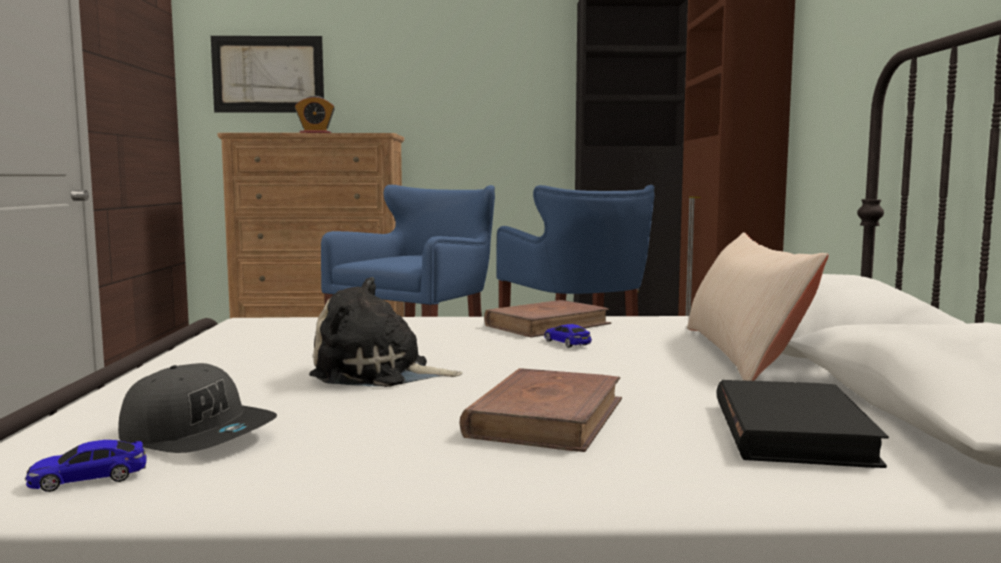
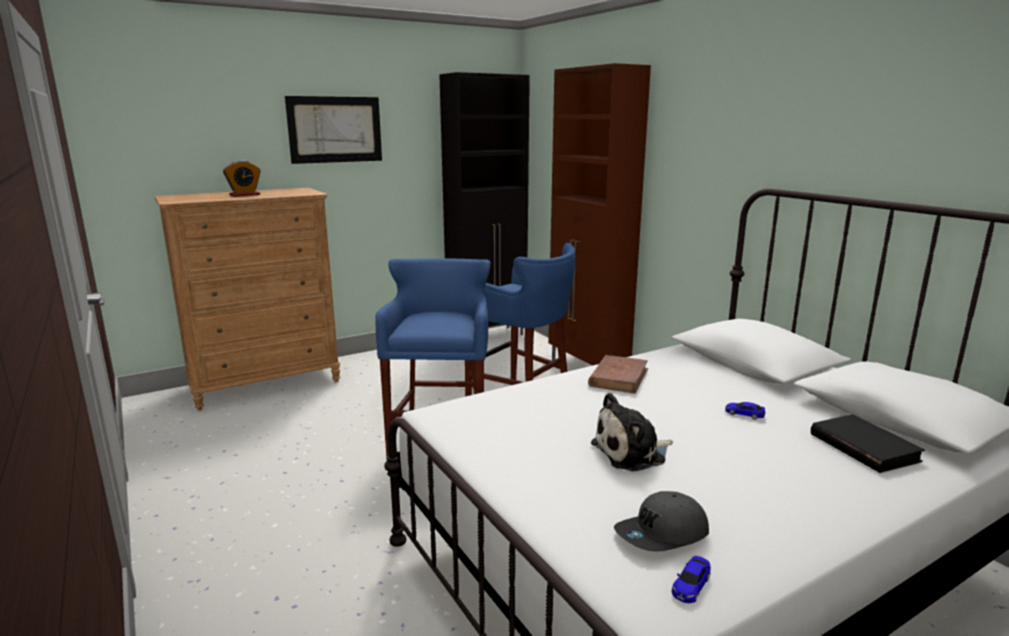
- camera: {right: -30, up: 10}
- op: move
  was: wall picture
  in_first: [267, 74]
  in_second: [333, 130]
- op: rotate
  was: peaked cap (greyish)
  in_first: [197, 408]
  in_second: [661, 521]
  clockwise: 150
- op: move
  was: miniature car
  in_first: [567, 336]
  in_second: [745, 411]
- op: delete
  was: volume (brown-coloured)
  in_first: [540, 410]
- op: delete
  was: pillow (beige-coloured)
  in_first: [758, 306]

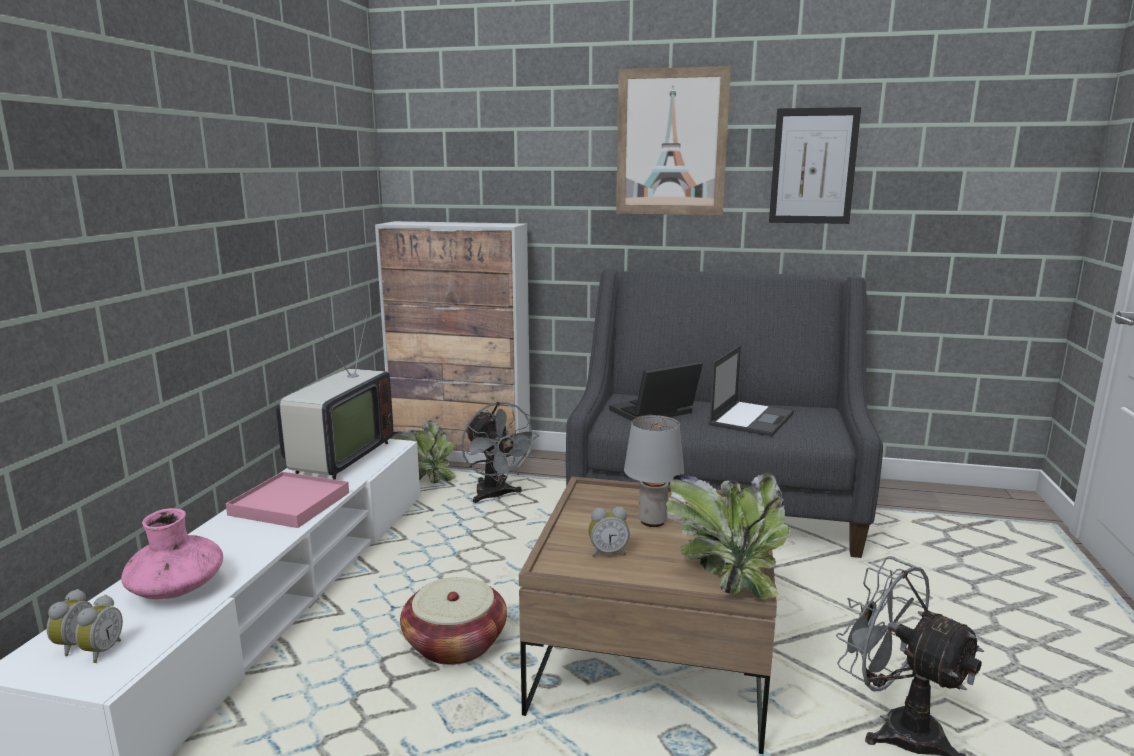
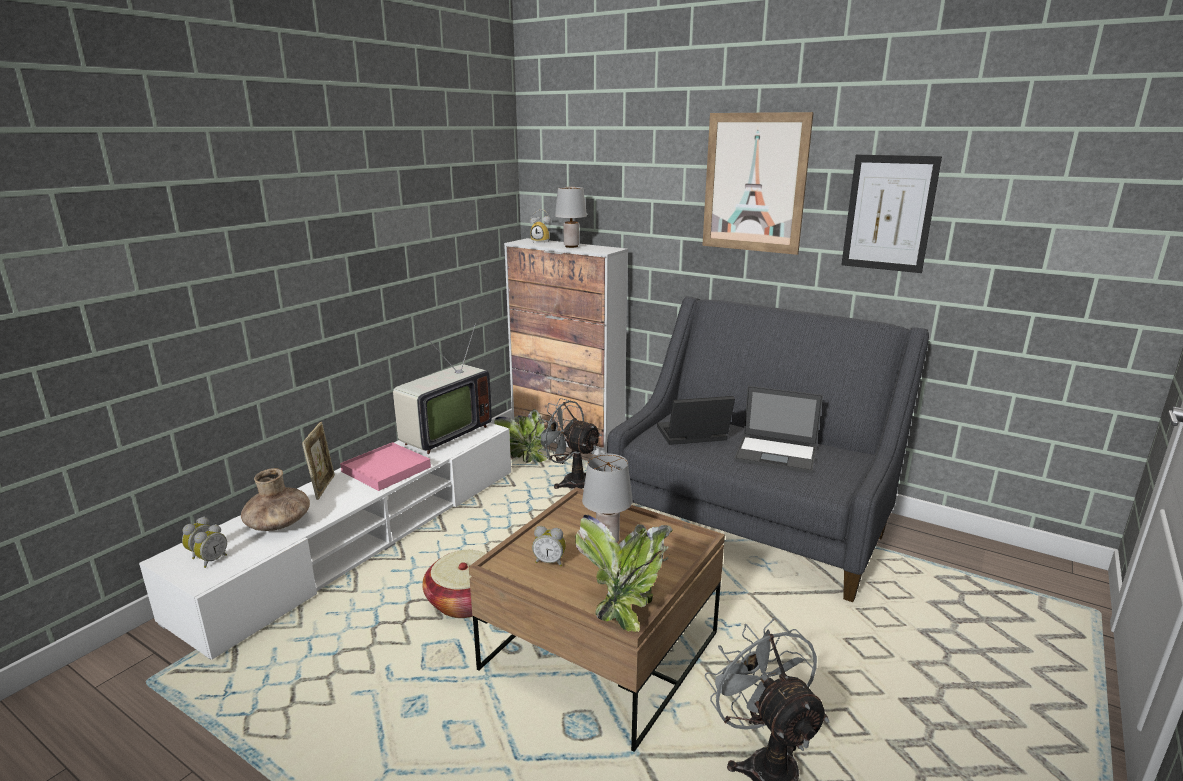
- camera: {right: 20, up: 5}
- op: recolor
  was: vase (pink-coloured)
  now: vase (brown-coloured)
  in_first: [172, 553]
  in_second: [275, 499]
- op: insert
  now: photo frame
  in_second: [318, 461]
- op: insert
  now: table clock
  in_second: [540, 225]
- op: rotate
  was: cooling fan (greyish)
  in_first: [500, 452]
  in_second: [568, 443]
  clockwise: 135
- op: insert
  now: table lamp (greyish)
  in_second: [571, 217]
- op: rotate
  was: notebook computer
  in_first: [751, 391]
  in_second: [778, 429]
  clockwise: 60

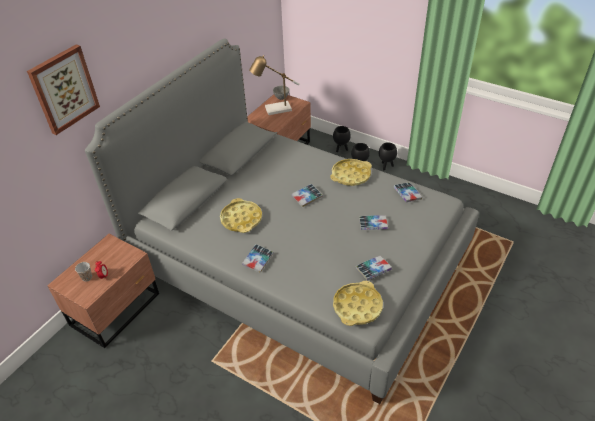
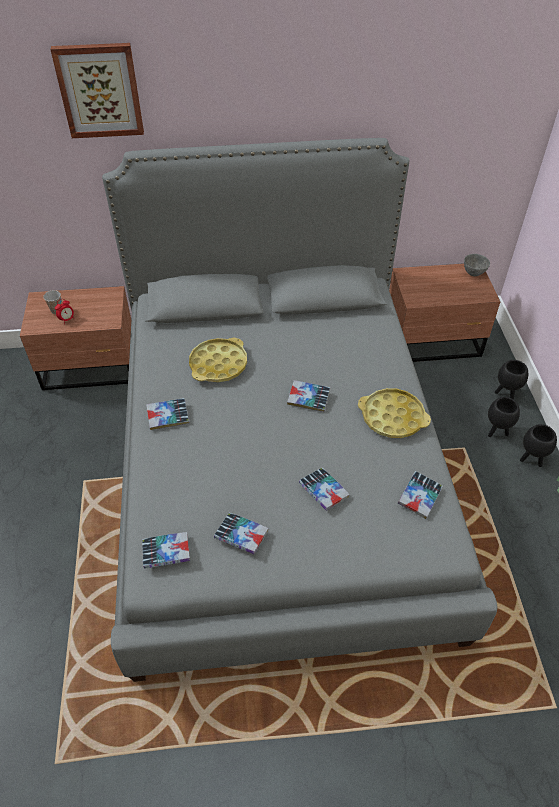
- camera: {right: 50, up: 5}
- op: replace
  was: serving tray (yellowish)
  now: volume
  in_first: [358, 303]
  in_second: [166, 550]
- op: delete
  was: table lamp
  in_first: [274, 85]

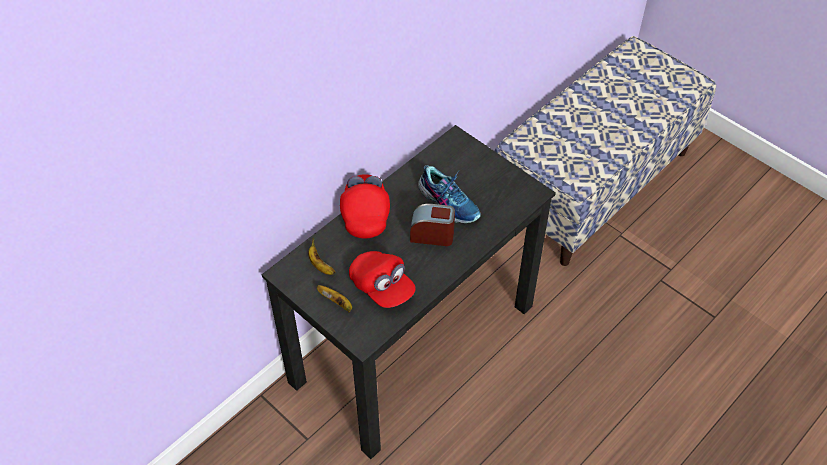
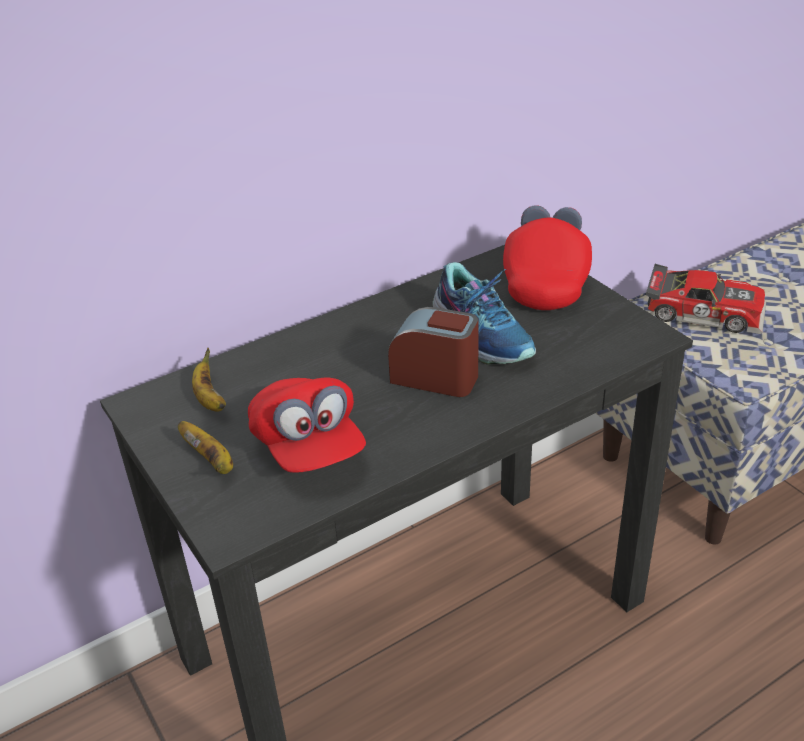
- camera: {right: 15, up: -15}
- op: move
  was: peaked cap (red-coloured)
  in_first: [365, 206]
  in_second: [547, 257]
- op: insert
  now: miniature car
  in_second: [706, 299]

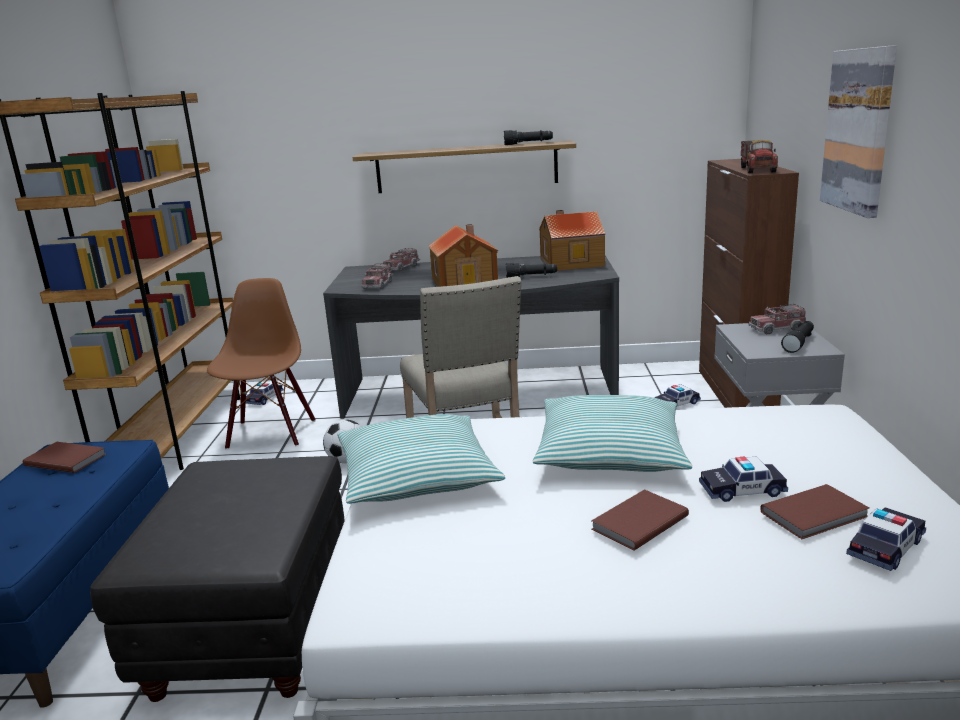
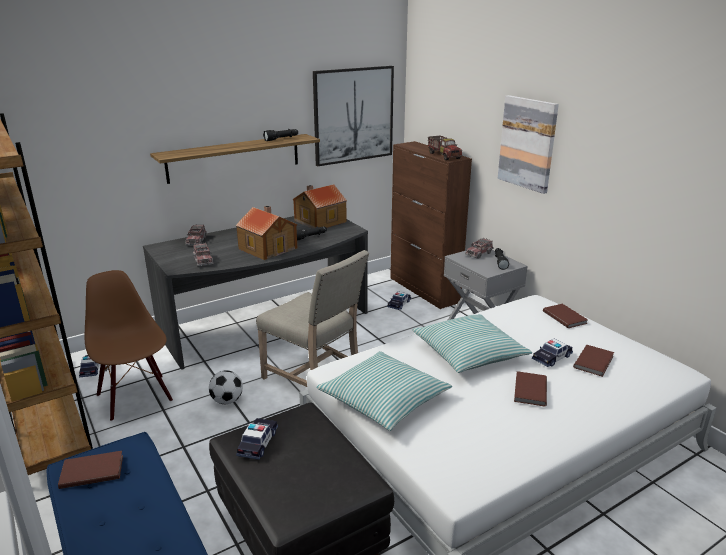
- camera: {right: -35, up: 5}
- op: move
  was: miniature car
  in_first: [886, 539]
  in_second: [257, 439]
- op: insert
  now: wall picture
  in_second: [353, 116]
- op: insert
  now: volume (brown-coloured)
  in_second: [565, 316]

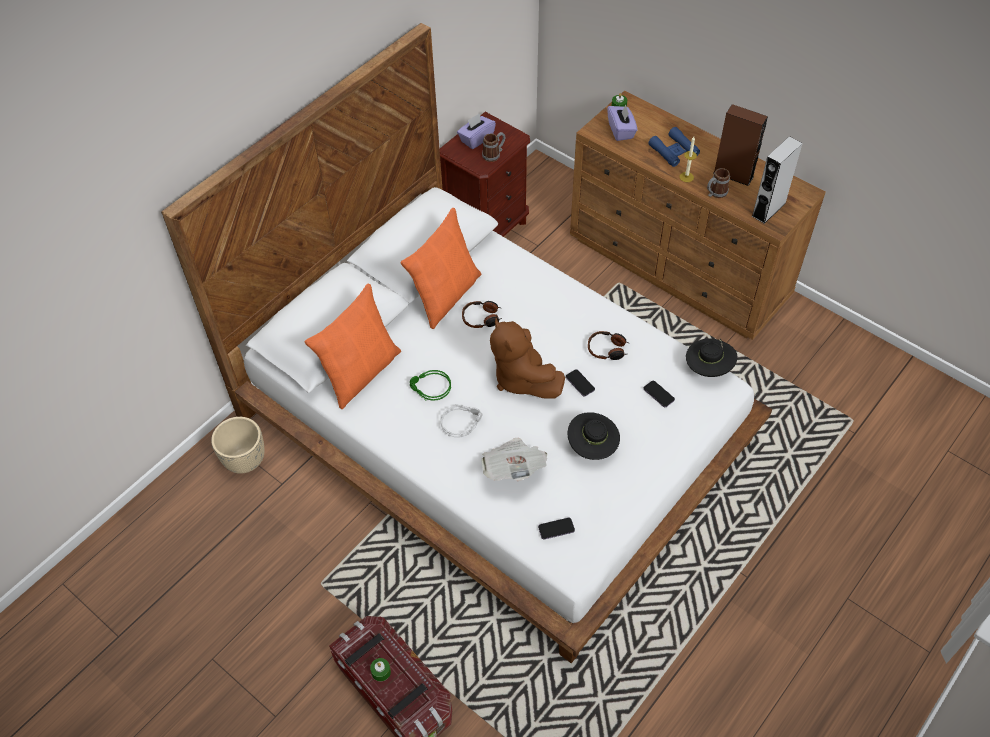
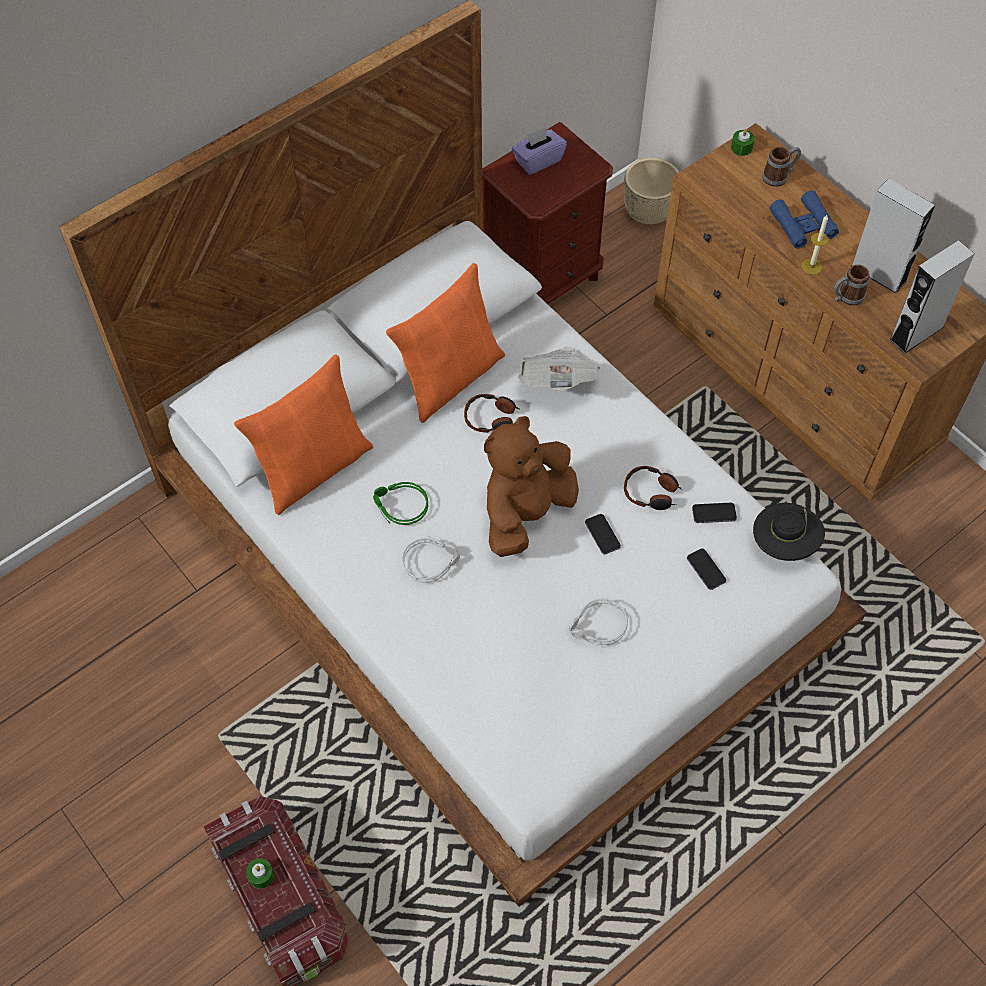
- camera: {right: 10, up: 5}
- op: rotate
  was: plush toy (brown-coloured)
  in_first: [527, 358]
  in_second: [531, 486]
  clockwise: 60
- op: move
  was: daily paper
  in_first: [514, 459]
  in_second: [559, 369]
- op: replace
  was: wearable hat (black-coloured)
  now: headset (greyish)
  in_first: [593, 436]
  in_second: [598, 623]
- op: move
  was: planter (beige-coloured)
  in_first: [237, 445]
  in_second: [651, 191]
- op: move
  was: handset
  in_first: [556, 528]
  in_second: [714, 513]
- op: move
  was: mug
  in_first: [493, 147]
  in_second: [781, 166]
- op: recolor
  was: loudspeaker (brown-coloured)
  now: loudspeaker (greyish)
  in_first: [740, 145]
  in_second: [893, 236]
- op: delete
  was: box of tissues (purplish)
  in_first: [622, 122]

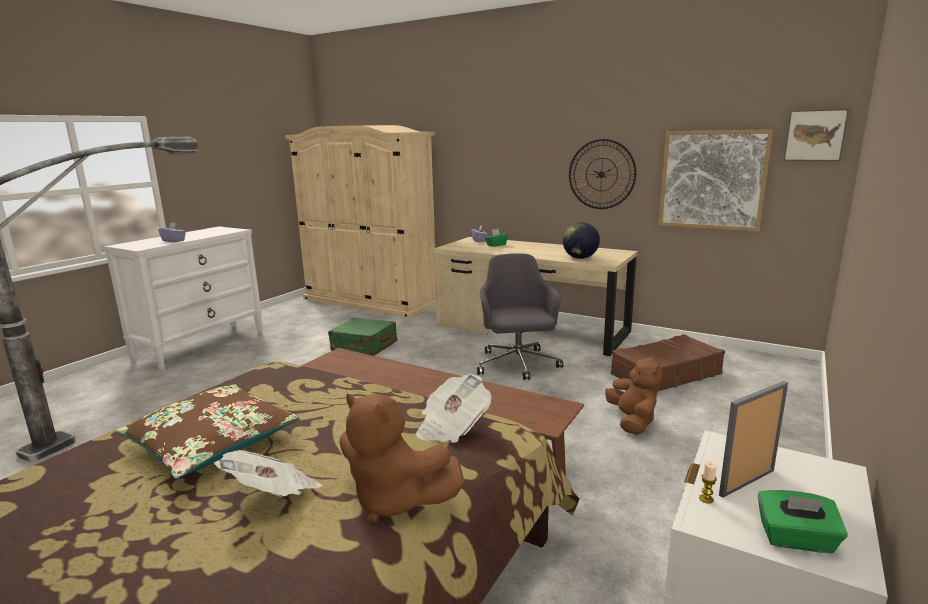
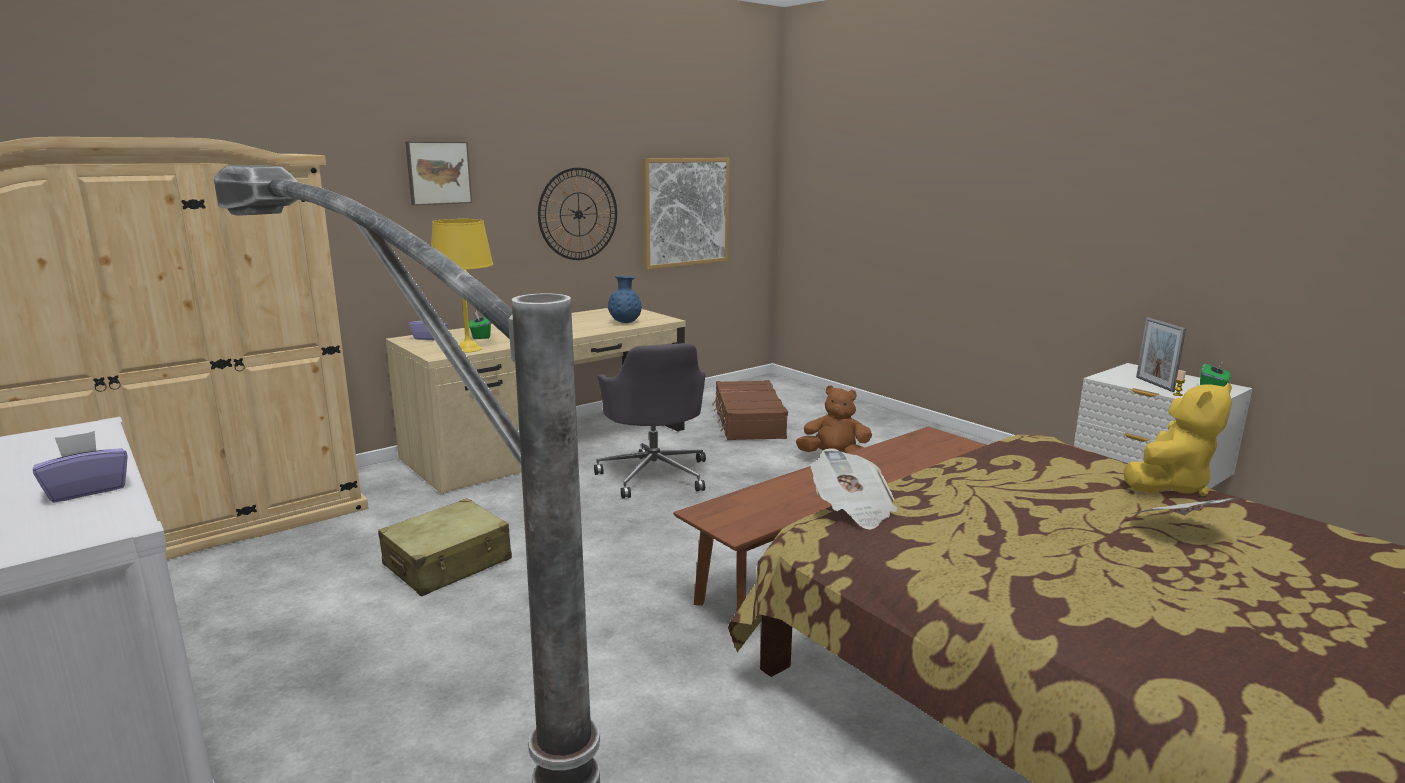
- camera: {right: -70, up: 0}
- op: recolor
  was: piece of luggage (green)
  now: piece of luggage (beige-coloured)
  in_first: [362, 337]
  in_second: [445, 547]
- op: move
  was: wall picture
  in_first: [816, 135]
  in_second: [438, 173]
- op: insert
  now: table lamp (yellowish)
  in_second: [462, 286]
- op: rotate
  was: desk chair (greyish)
  in_first: [520, 316]
  in_second: [650, 420]
  clockwise: -120
- op: replace
  was: world globe
  now: vase (bluish)
  in_first: [581, 240]
  in_second: [625, 299]
- op: move
  was: daily paper
  in_first: [453, 408]
  in_second: [854, 489]
- op: recolor
  was: plush toy (brown-coloured)
  now: plush toy (yellowish)
  in_first: [402, 458]
  in_second: [1178, 440]
- op: delete
  was: pillow (brown-coloured)
  in_first: [208, 431]

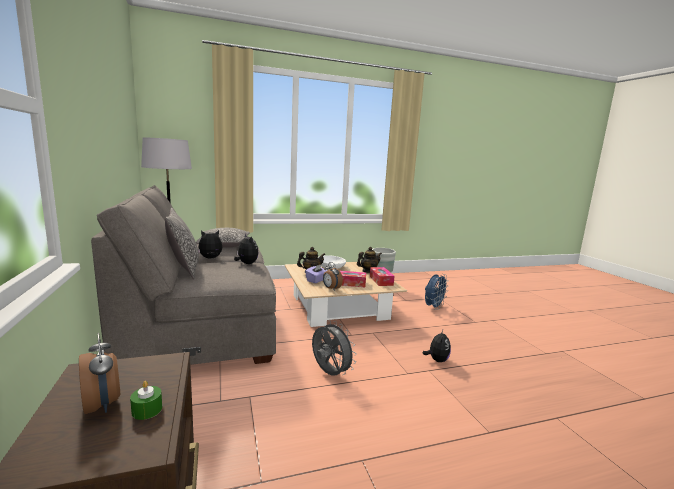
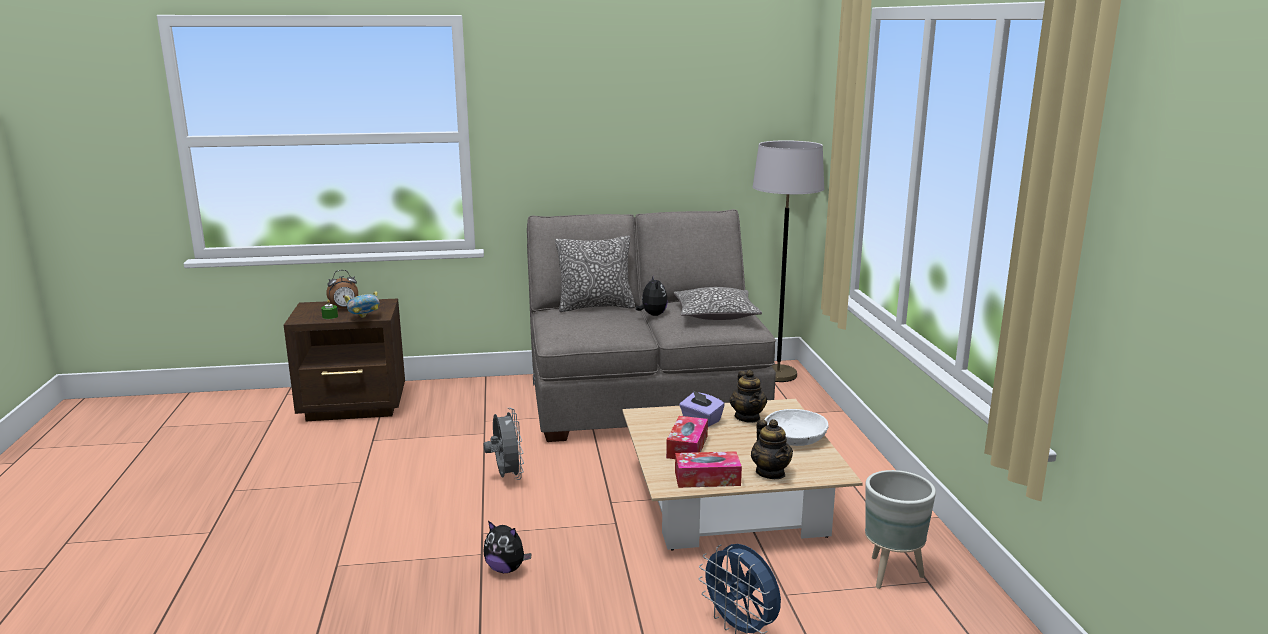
- camera: {right: 100, up: 5}
- op: insert
  now: bowl
  in_second: [362, 304]
- op: rotate
  was: cooling fan (greyish)
  in_first: [334, 348]
  in_second: [504, 444]
  clockwise: -75
- op: delete
  was: plush toy
  in_first: [246, 248]
- op: delete
  was: table clock
  in_first: [333, 276]

